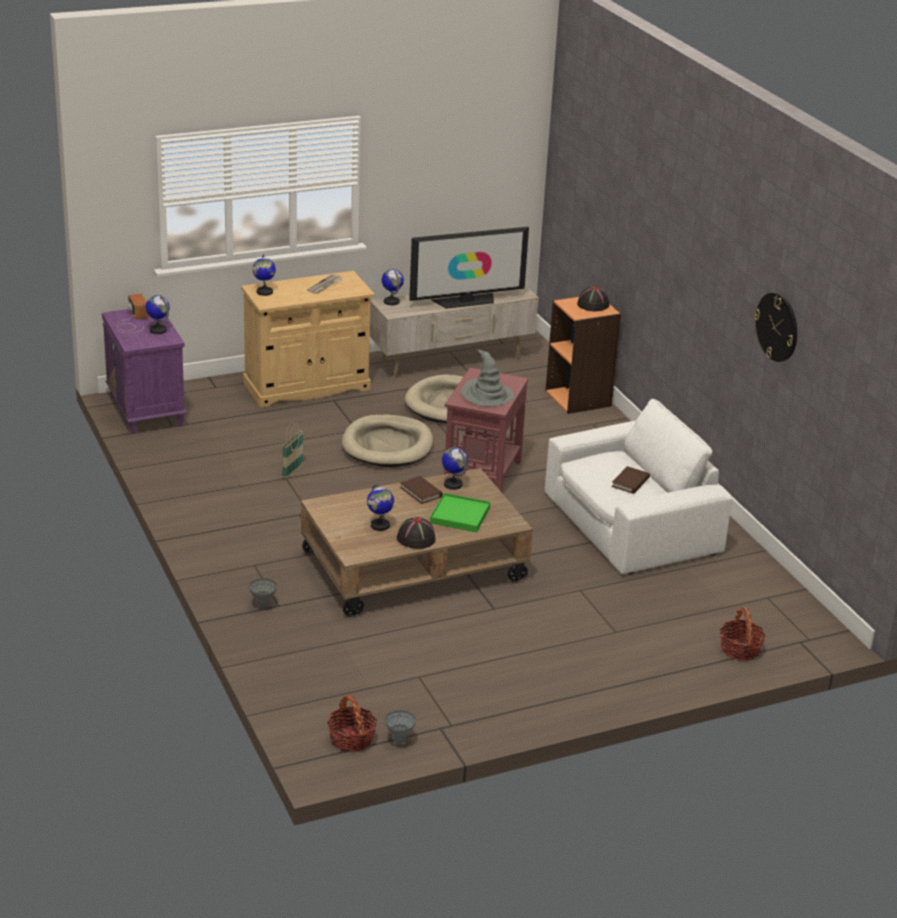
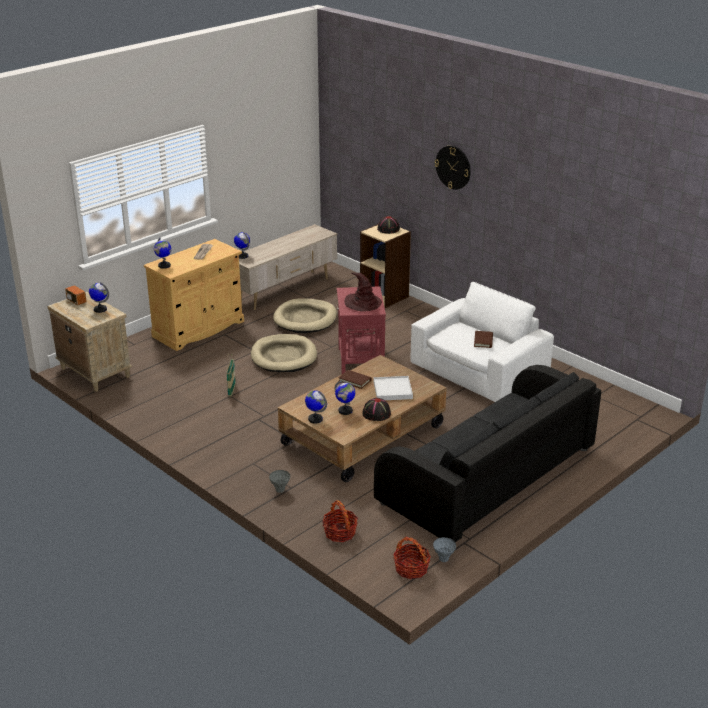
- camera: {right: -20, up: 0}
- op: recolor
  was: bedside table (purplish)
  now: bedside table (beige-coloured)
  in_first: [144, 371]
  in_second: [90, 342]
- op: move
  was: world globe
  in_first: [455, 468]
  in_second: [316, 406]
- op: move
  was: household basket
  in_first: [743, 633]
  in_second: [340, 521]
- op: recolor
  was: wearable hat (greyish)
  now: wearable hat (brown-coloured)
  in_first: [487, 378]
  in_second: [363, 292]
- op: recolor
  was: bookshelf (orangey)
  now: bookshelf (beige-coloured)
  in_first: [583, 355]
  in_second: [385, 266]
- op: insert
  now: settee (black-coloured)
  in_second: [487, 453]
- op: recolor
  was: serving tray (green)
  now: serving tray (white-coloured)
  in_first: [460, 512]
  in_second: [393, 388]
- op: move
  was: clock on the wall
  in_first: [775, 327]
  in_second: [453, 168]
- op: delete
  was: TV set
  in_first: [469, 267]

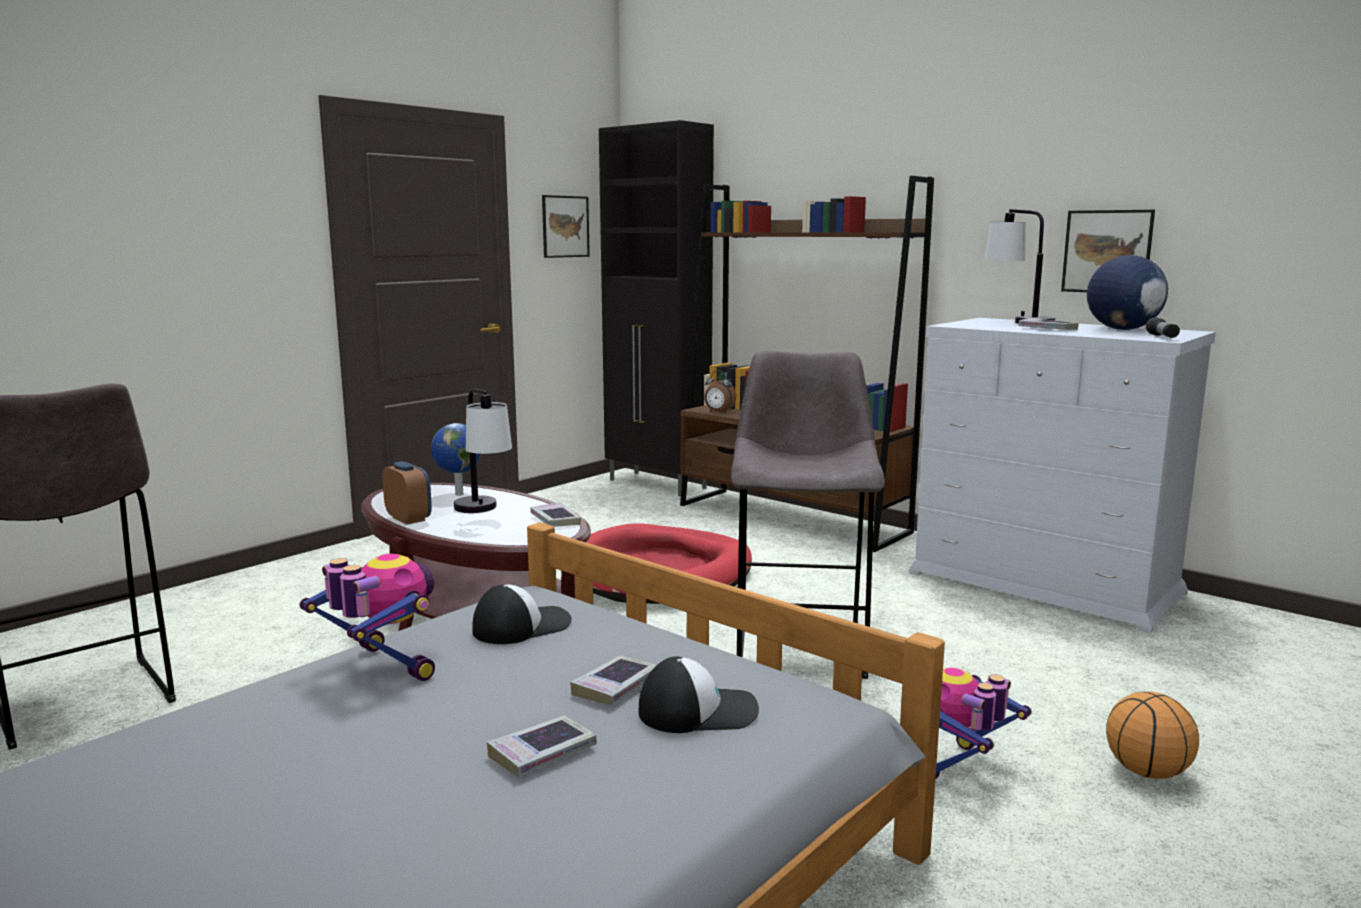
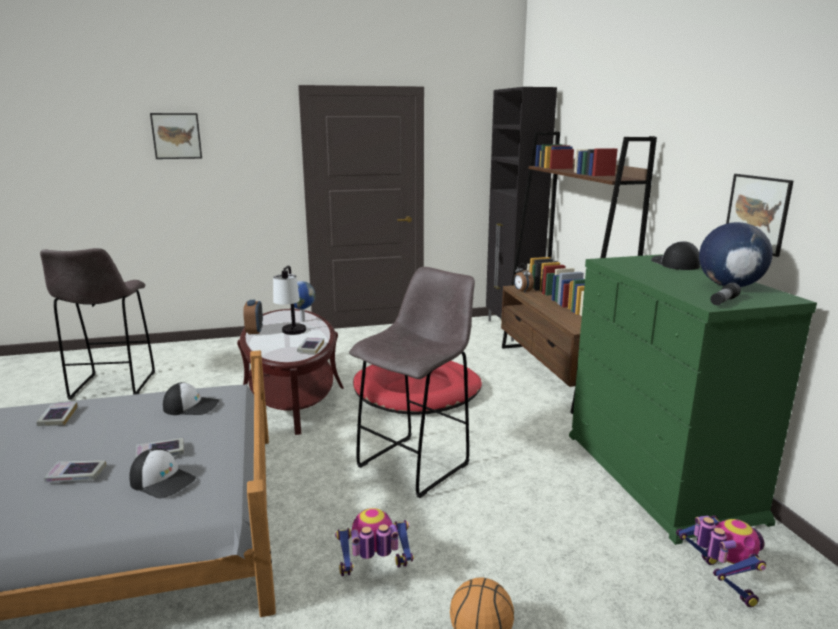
- camera: {right: 35, up: 5}
- op: move
  was: volume
  in_first: [1048, 324]
  in_second: [56, 413]
- op: move
  was: wall picture
  in_first: [566, 226]
  in_second: [176, 136]
- op: recolor
  was: drawer chest (white-coloured)
  now: drawer chest (green)
  in_first: [1062, 476]
  in_second: [693, 399]
- op: replace
  was: table lamp
  now: peaked cap
  in_first: [1019, 266]
  in_second: [675, 255]
- op: move
  was: robot figure
  in_first: [367, 617]
  in_second: [721, 561]

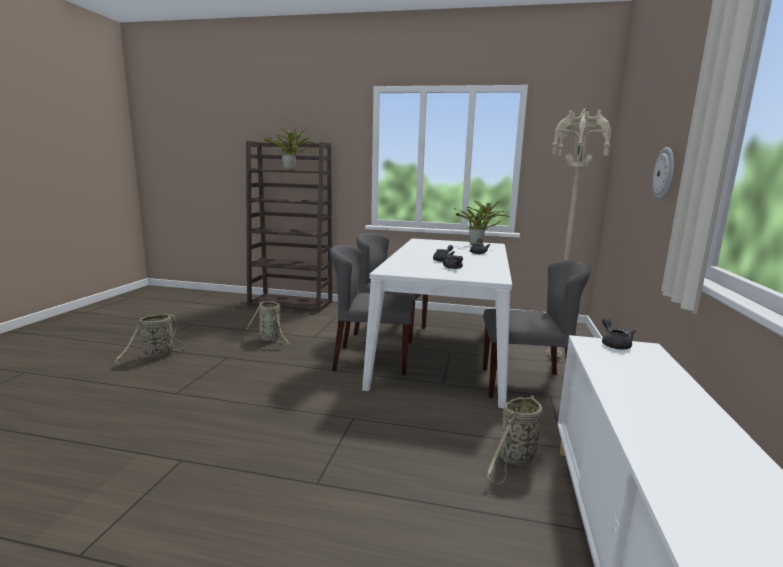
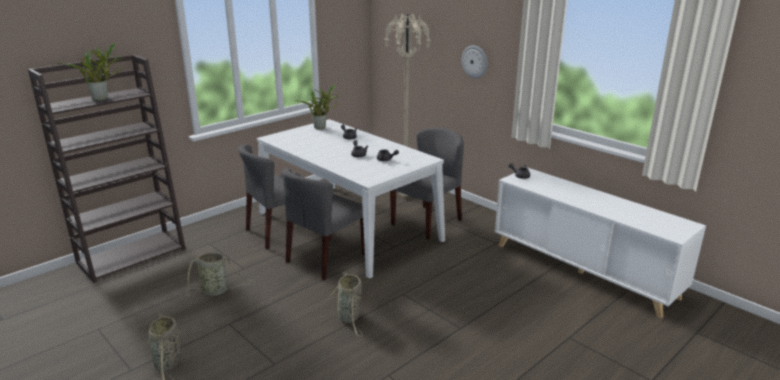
- camera: {right: -55, up: 10}
- op: move
  was: household basket
  in_first: [515, 439]
  in_second: [345, 304]

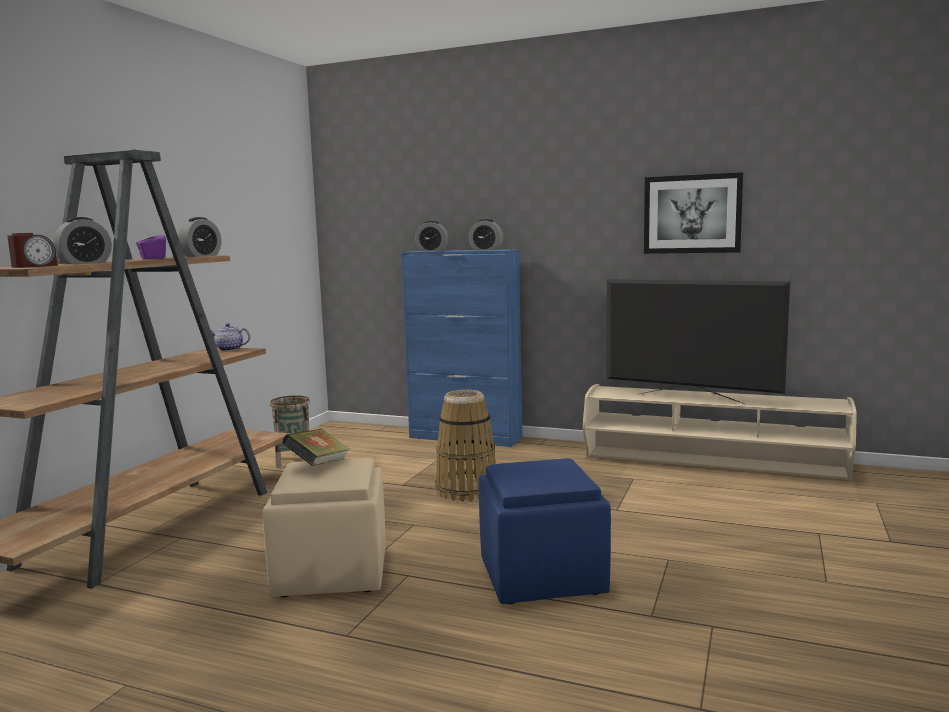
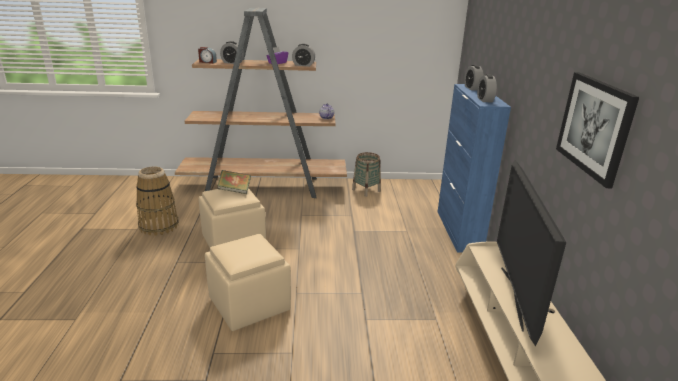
- camera: {right: 65, up: 15}
- op: move
  was: household basket
  in_first: [465, 446]
  in_second: [157, 201]
- op: recolor
  was: ottoman (bluish)
  now: ottoman (beige-coloured)
  in_first: [545, 531]
  in_second: [248, 282]

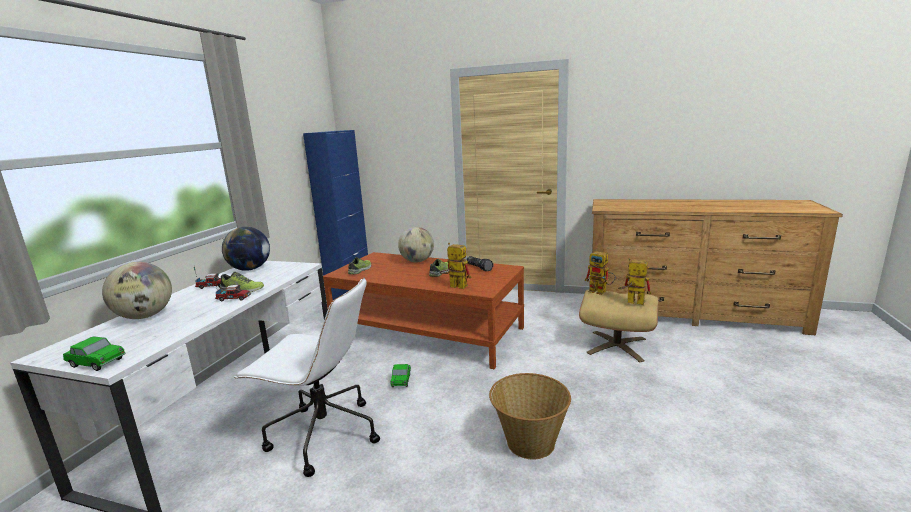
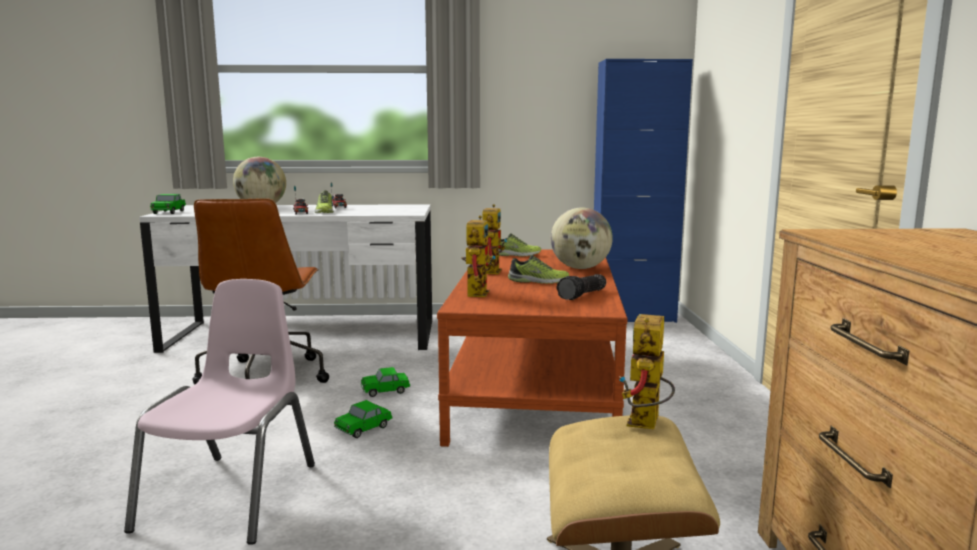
- camera: {right: 70, up: -5}
- op: replace
  was: household basket
  now: chair (pink-coloured)
  in_first: [530, 416]
  in_second: [219, 412]
- op: recolor
  was: desk chair (white-coloured)
  now: desk chair (brown-coloured)
  in_first: [307, 377]
  in_second: [261, 291]
- op: insert
  now: miniature car
  in_second: [363, 419]
- op: move
  was: robot figure
  in_first: [634, 281]
  in_second: [494, 239]
- op: delete
  was: world globe
  in_first: [246, 249]

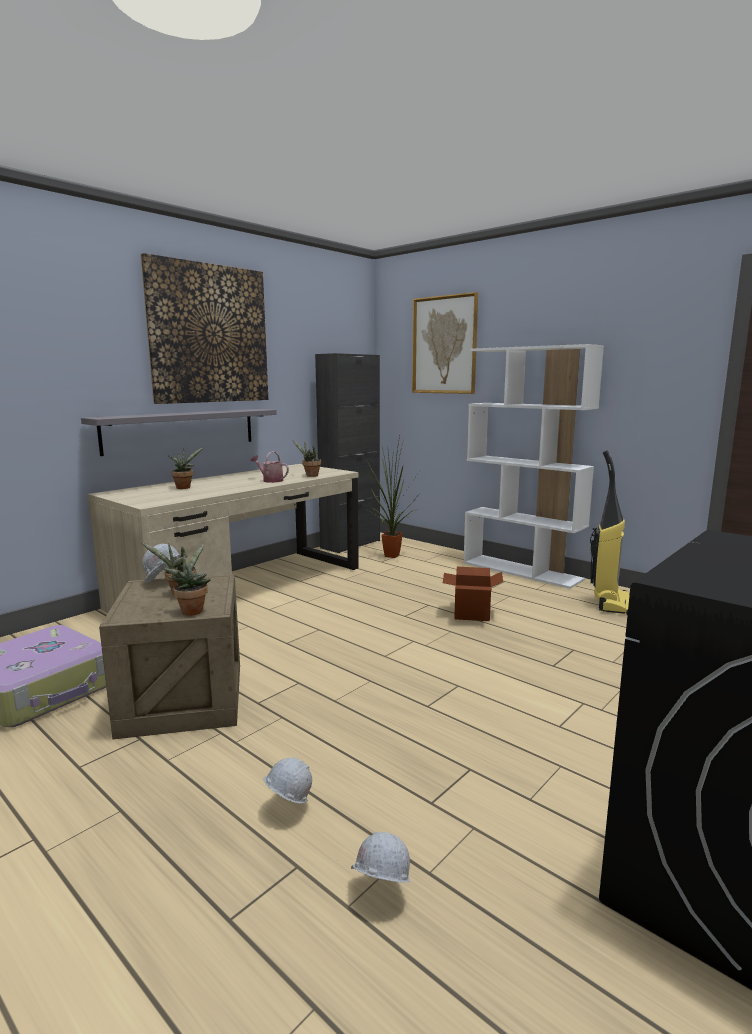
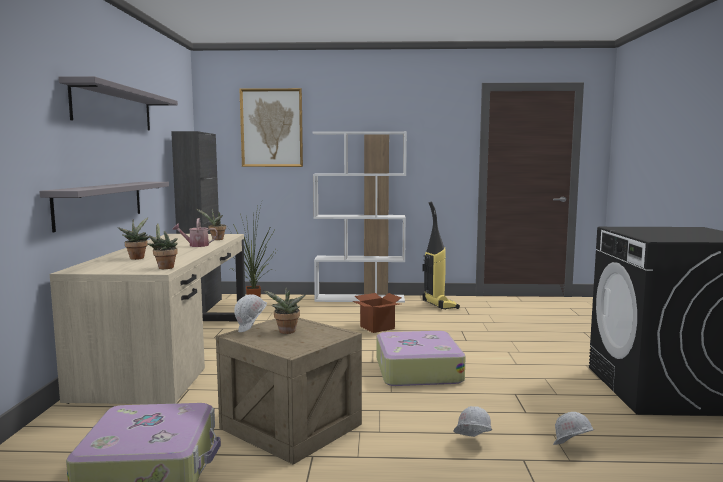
- camera: {right: -40, up: -5}
- op: replace
  was: wall picture
  now: bracket shelf (greyish)
  in_first: [204, 328]
  in_second: [118, 103]
- op: move
  was: potted plant
  in_first: [186, 580]
  in_second: [162, 246]
- op: insert
  now: piece of luggage
  in_second: [421, 358]

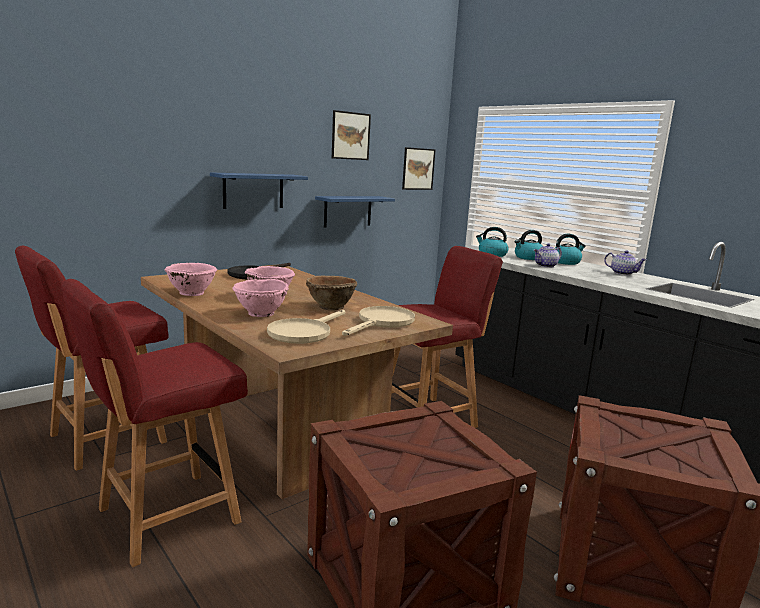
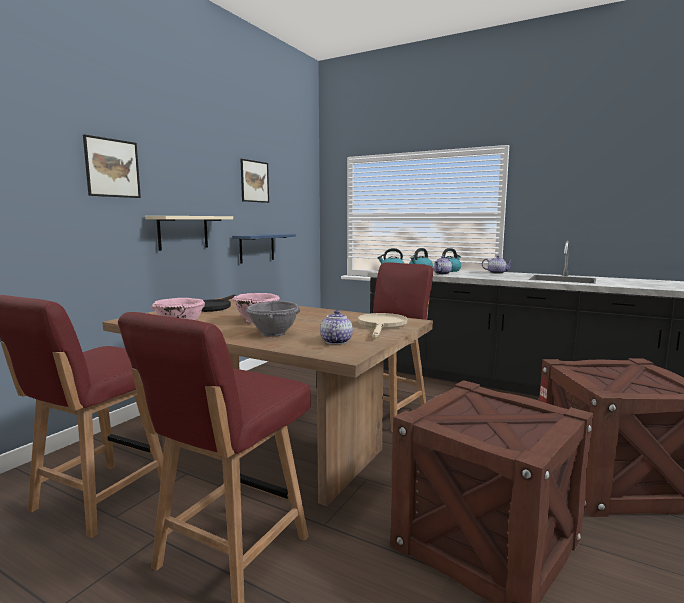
- camera: {right: -20, up: -5}
- op: move
  was: wall picture
  in_first: [419, 168]
  in_second: [112, 166]
- op: recolor
  was: bracket shelf (bluish)
  now: bracket shelf (beige-coloured)
  in_first: [259, 190]
  in_second: [189, 233]
- op: recolor
  was: bowl (pink-coloured)
  now: bowl (greyish)
  in_first: [260, 298]
  in_second: [273, 319]
- op: replace
  was: skillet (beige-coloured)
  now: pot for tea
  in_first: [306, 327]
  in_second: [336, 327]
- op: delete
  was: bowl (brown-coloured)
  in_first: [331, 293]

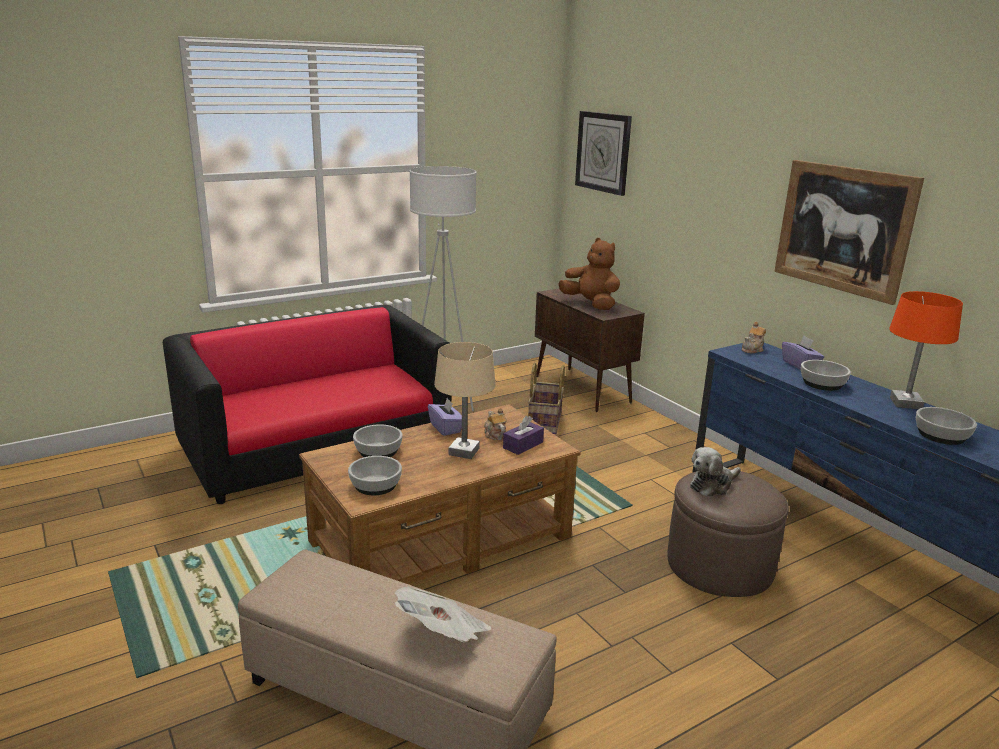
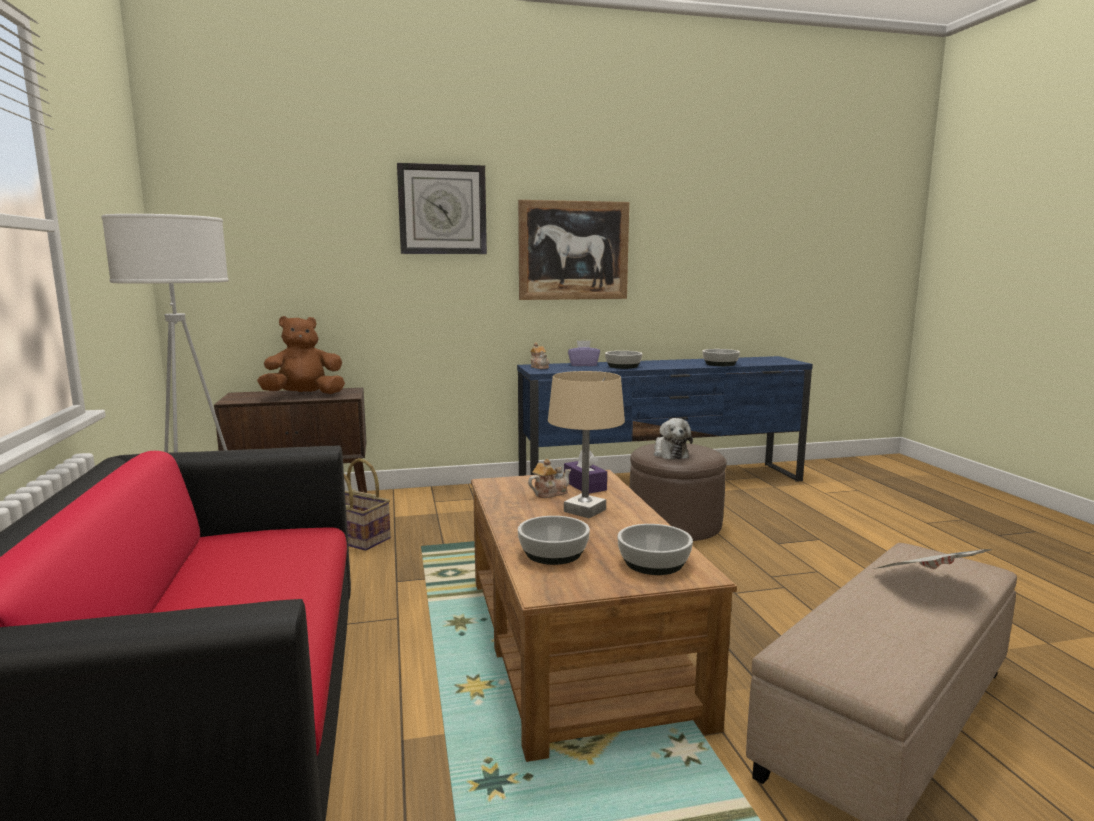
- camera: {right: -70, up: -10}
- op: move
  was: clock on the wall
  in_first: [603, 153]
  in_second: [442, 208]
- op: rotate
  was: pot for tea
  in_first: [495, 424]
  in_second: [549, 478]
  clockwise: 150
- op: delete
  was: box of tissues (purplish)
  in_first: [445, 417]
- op: delete
  was: table lamp (orangey)
  in_first: [926, 350]

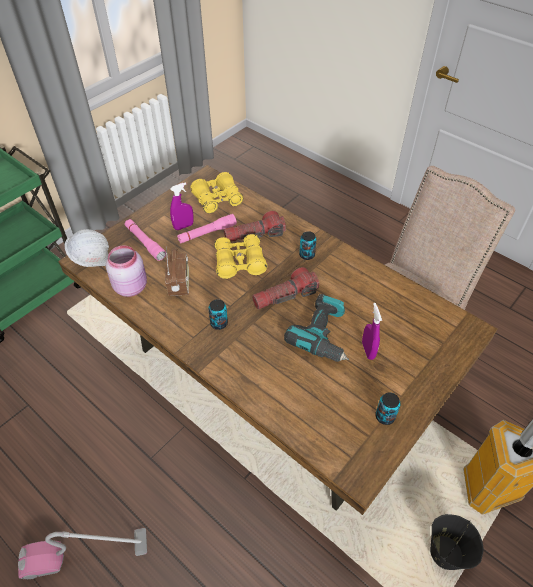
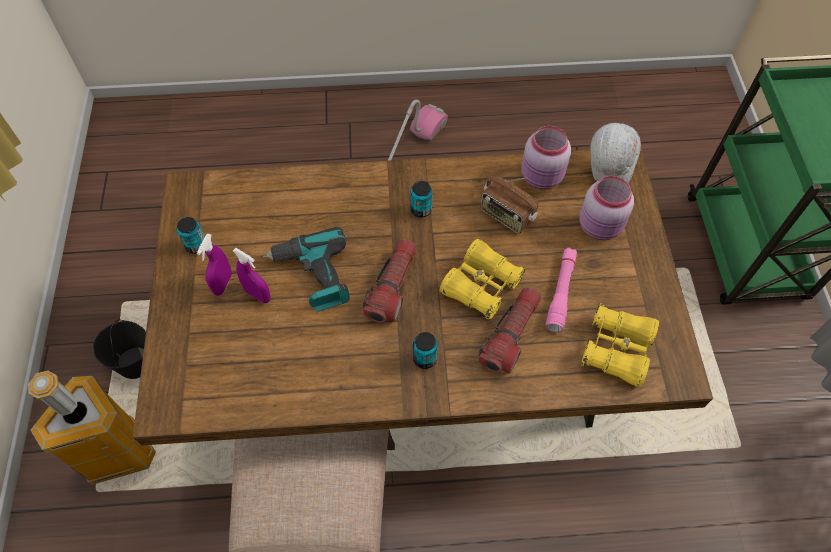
- camera: {right: 135, up: 10}
- op: move
  was: sprayer (purplish)
  in_first: [182, 206]
  in_second: [214, 265]
- op: replace
  was: flashlight (pink-coloured)
  now: jar (pink-coloured)
  in_first: [145, 240]
  in_second: [606, 208]

